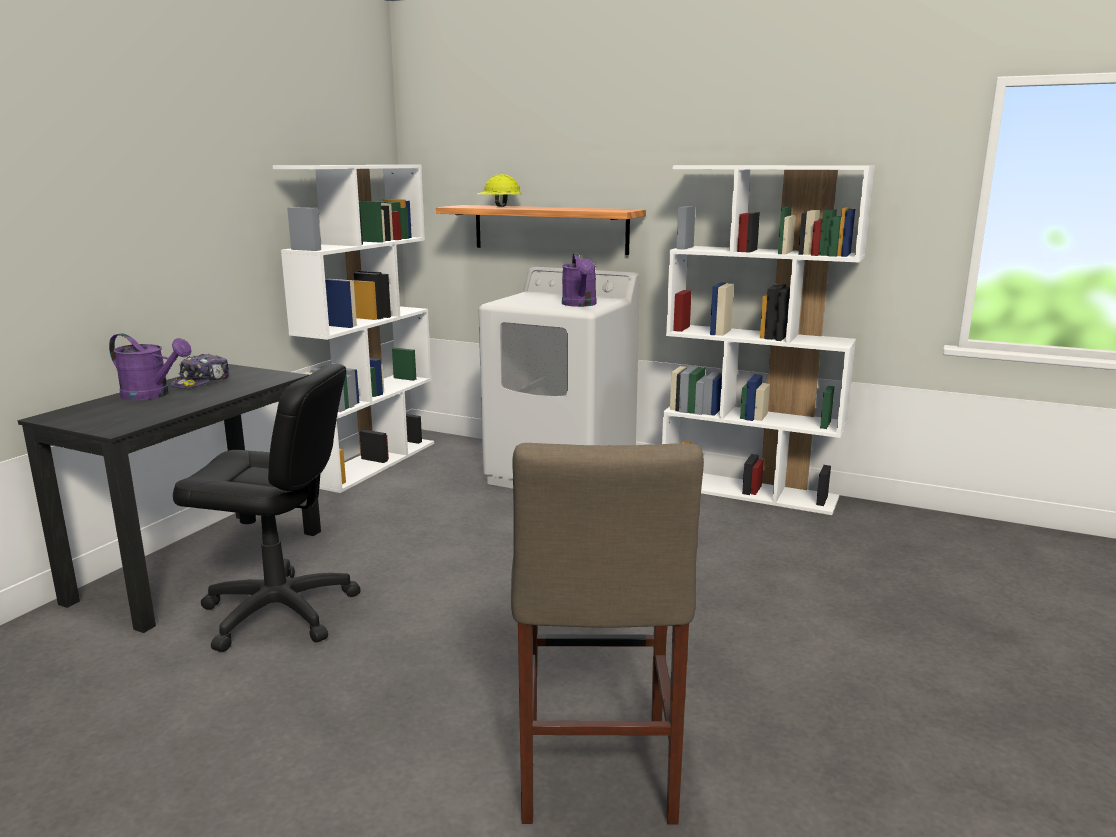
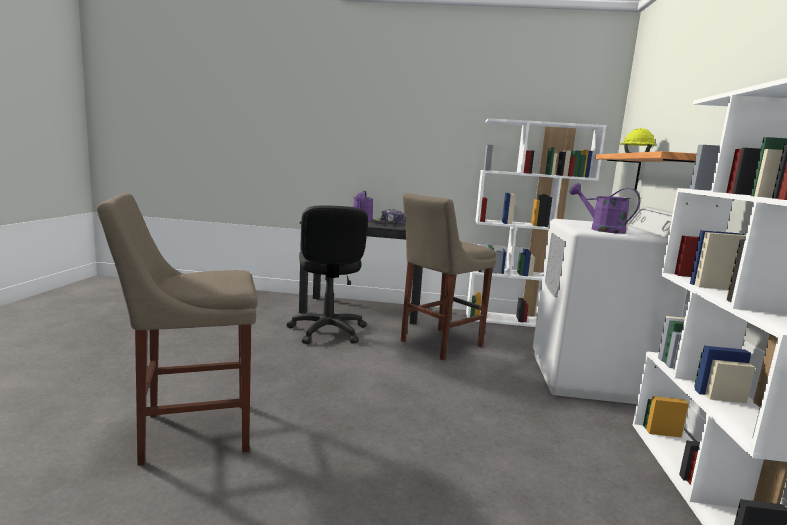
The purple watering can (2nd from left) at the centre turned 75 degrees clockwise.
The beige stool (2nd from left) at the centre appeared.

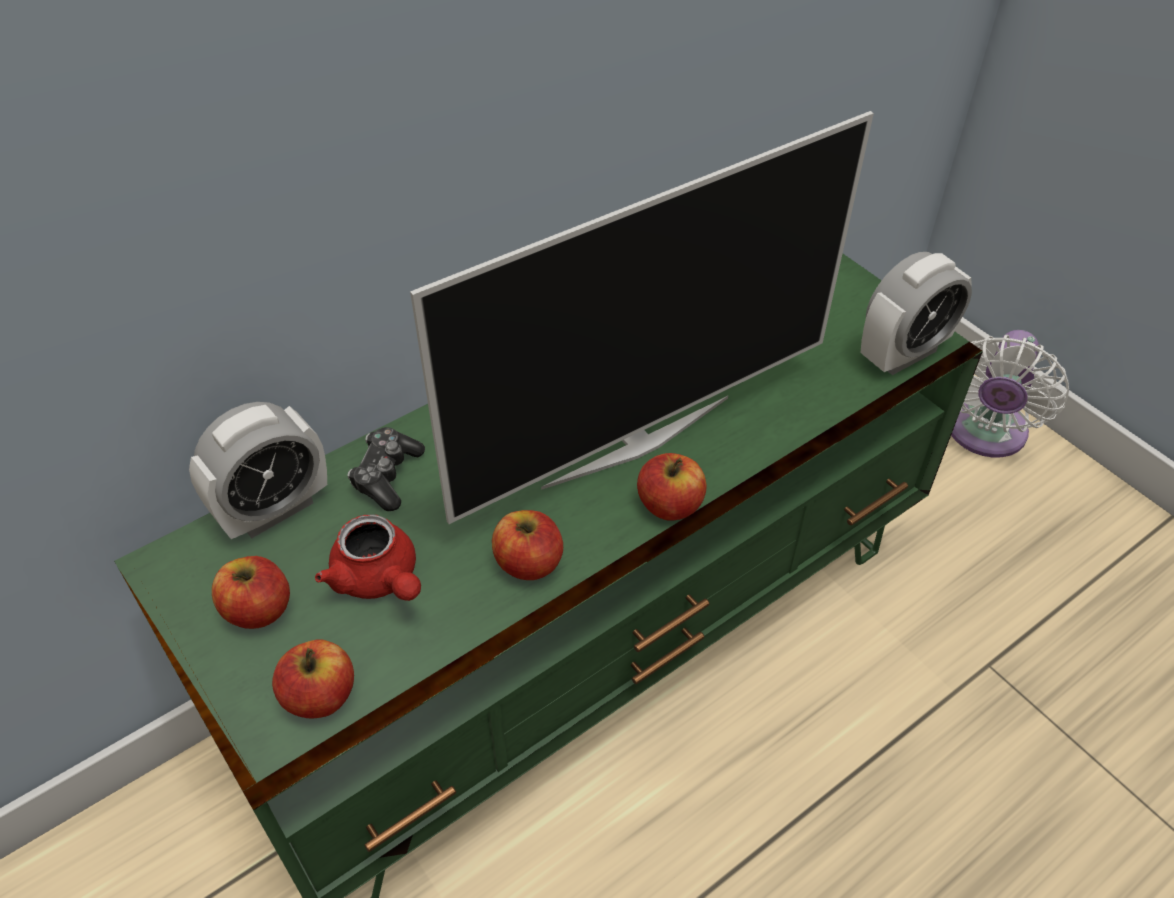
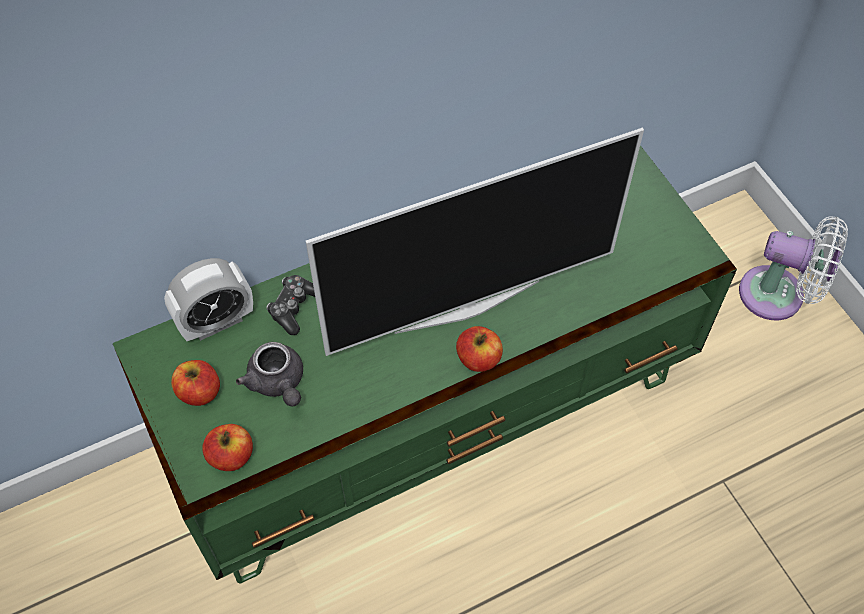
The alarm clock (2nd from left) at the middle right disappeared.
The white fan at the middle right turned 105 degrees counterclockwise.
The apple (3rd from left) at the centre disappeared.
The red teapot at the middle left became the grey teapot at the middle left.

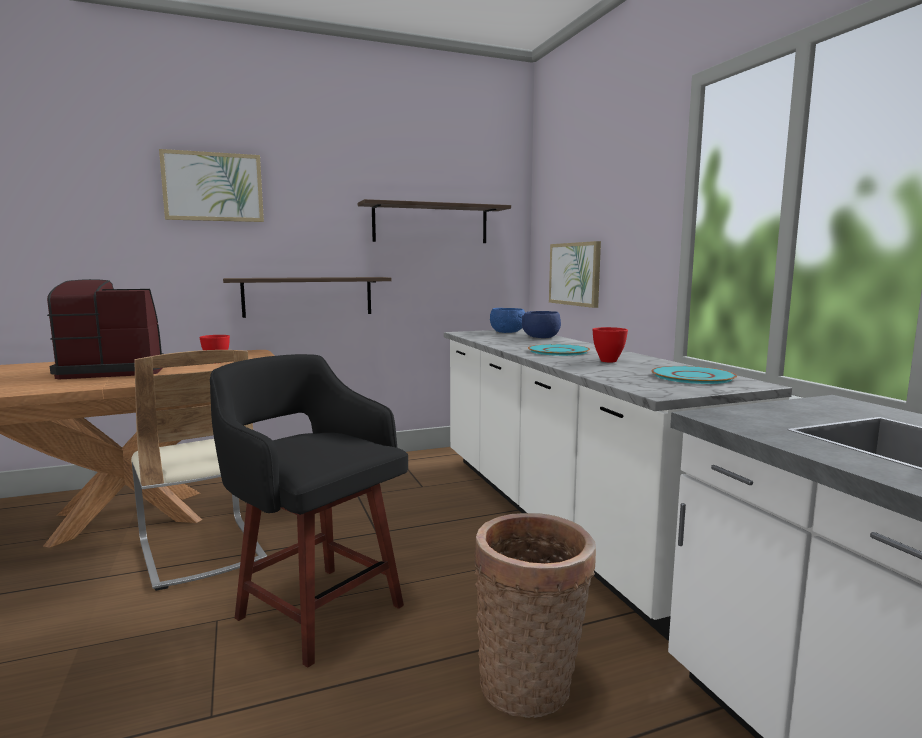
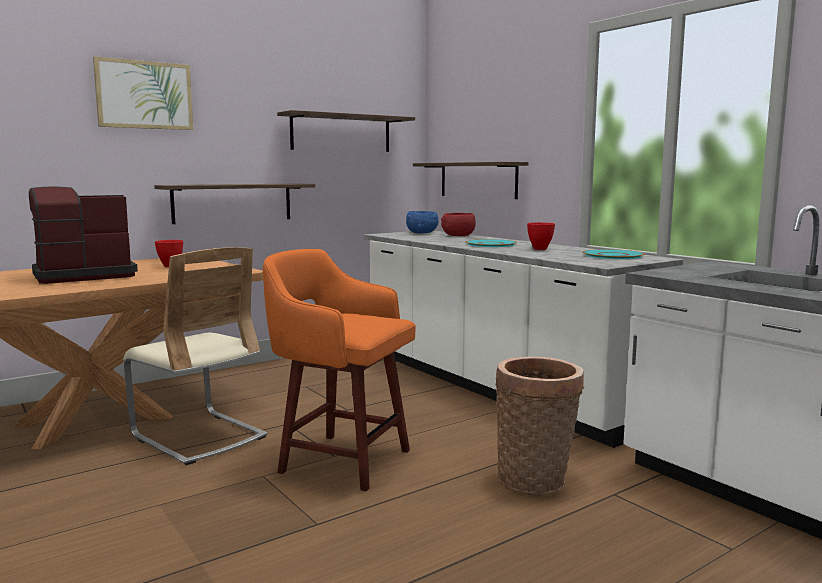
The picture (2nd from left) at the centre was replaced by the shelf (3rd from left) at the top centre.
The blue bowl (2nd from left) at the centre became the red bowl (2nd from left) at the centre.
The black stool at the bottom centre became the orange stool at the centre.

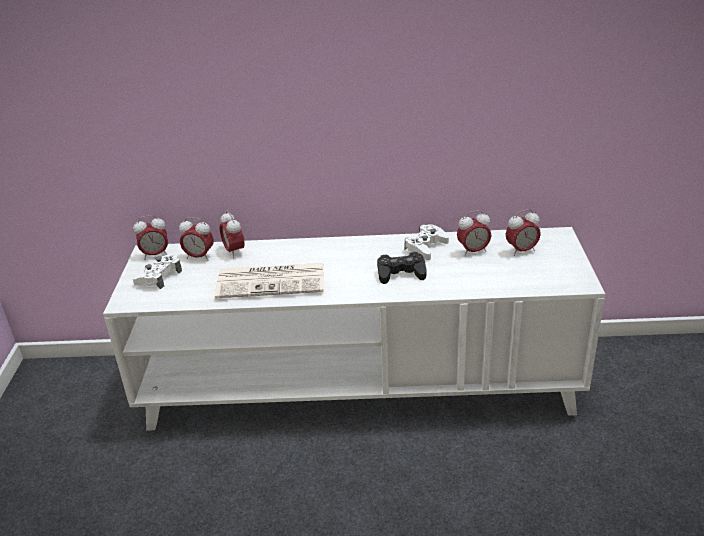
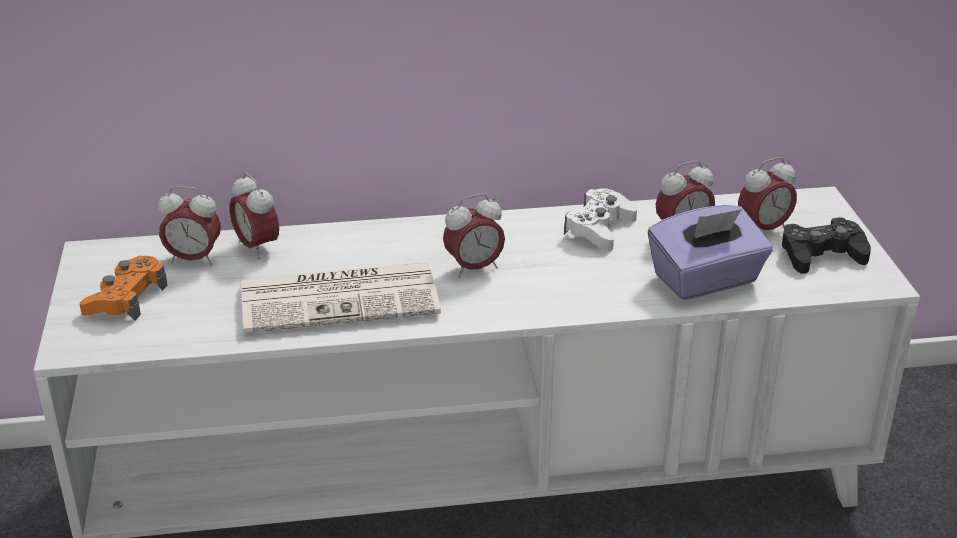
The alarm clock (1st from left in the first image) moved from the middle left to the centre.
The black game controller moved from the centre to the middle right.
The white game controller (1st from left) at the middle left became the orange game controller at the middle left.
The purple tissue box at the middle right appeared.

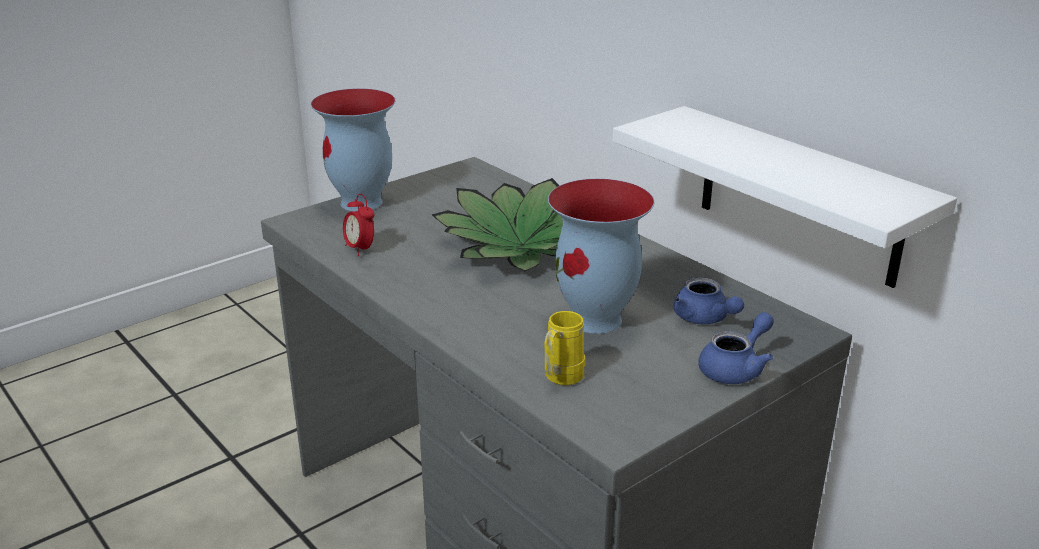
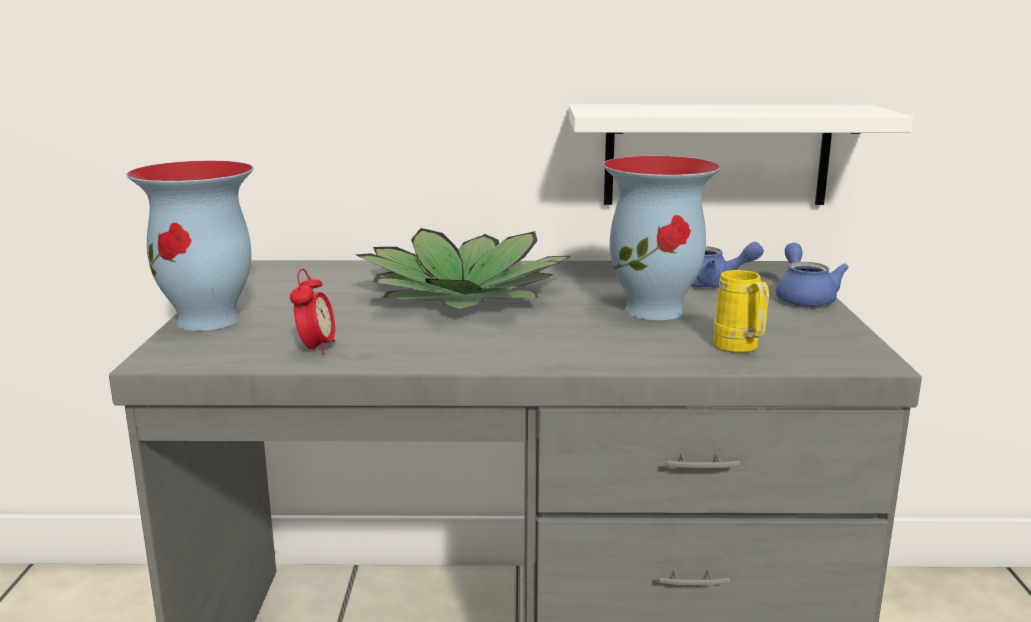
The alarm clock at the centre turned 90 degrees counterclockwise.

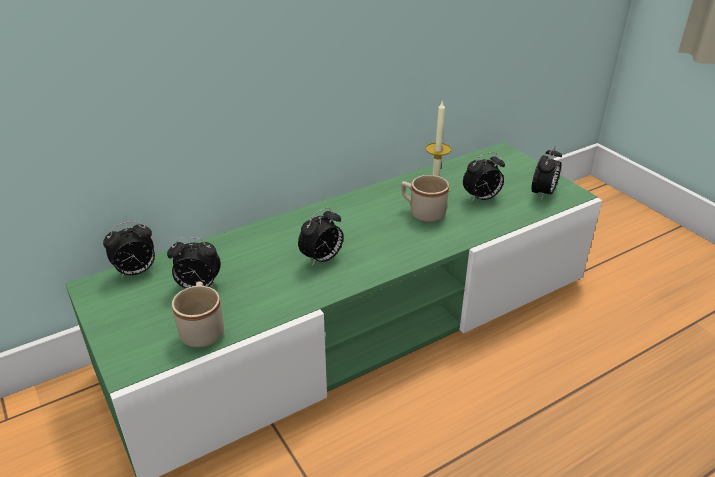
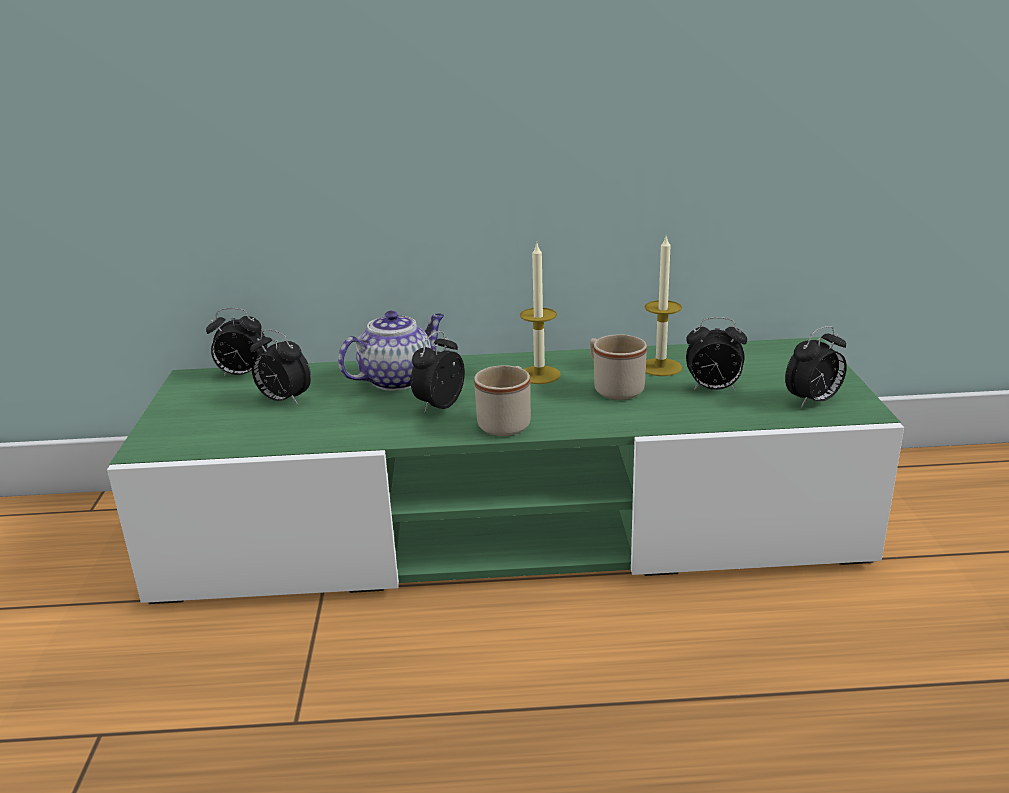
The alarm clock (3rd from left) at the centre turned 135 degrees clockwise.
The beige mug (1st from left) moved from the middle left to the centre.
The candle (1st from left) at the centre appeared.
The teapot at the centre appeared.

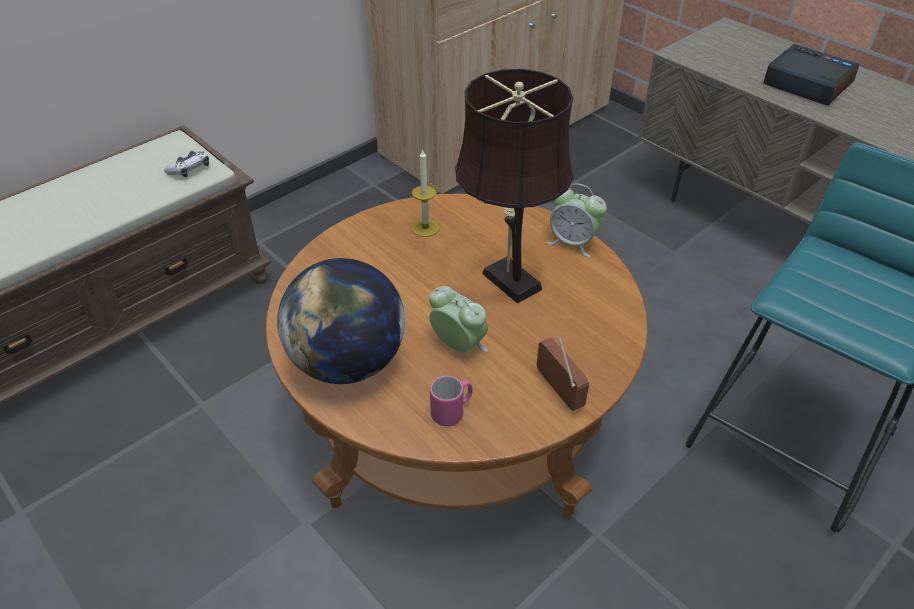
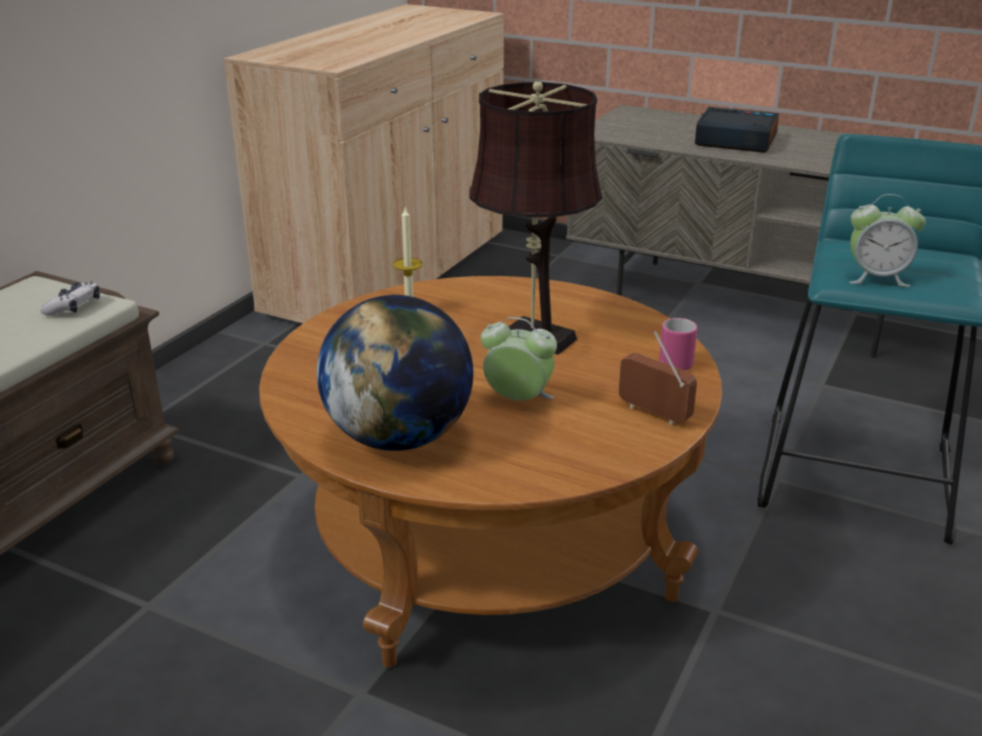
The alarm clock (2nd from left in the first image) moved from the centre to the top right.
The pink mug moved from the centre to the middle right.

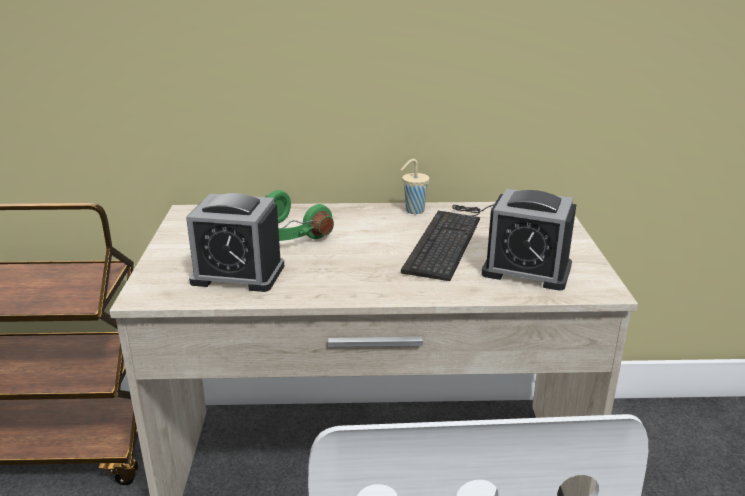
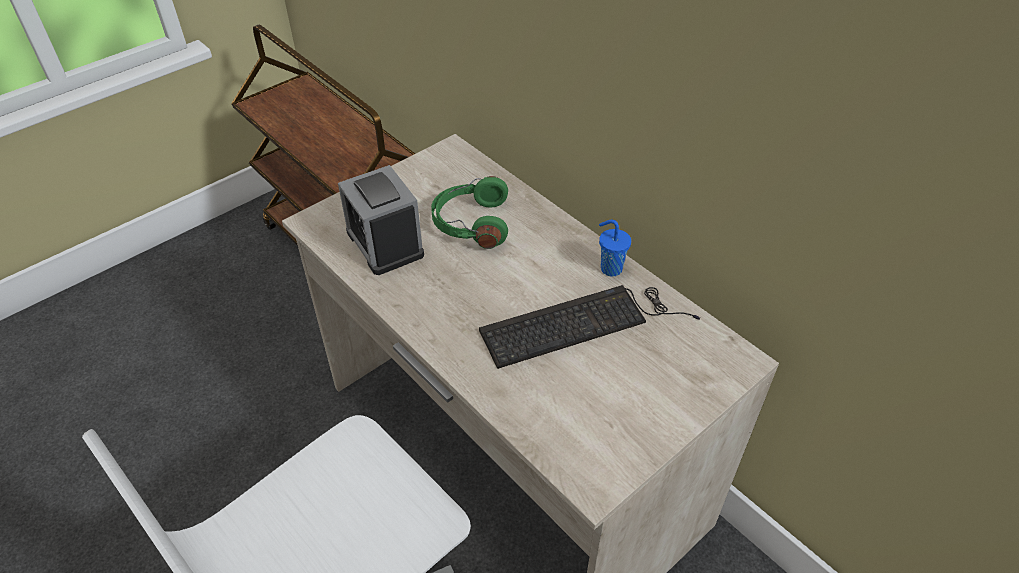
The beige cup at the centre became the blue cup at the centre.
The alarm clock (2nd from left) at the middle right disappeared.

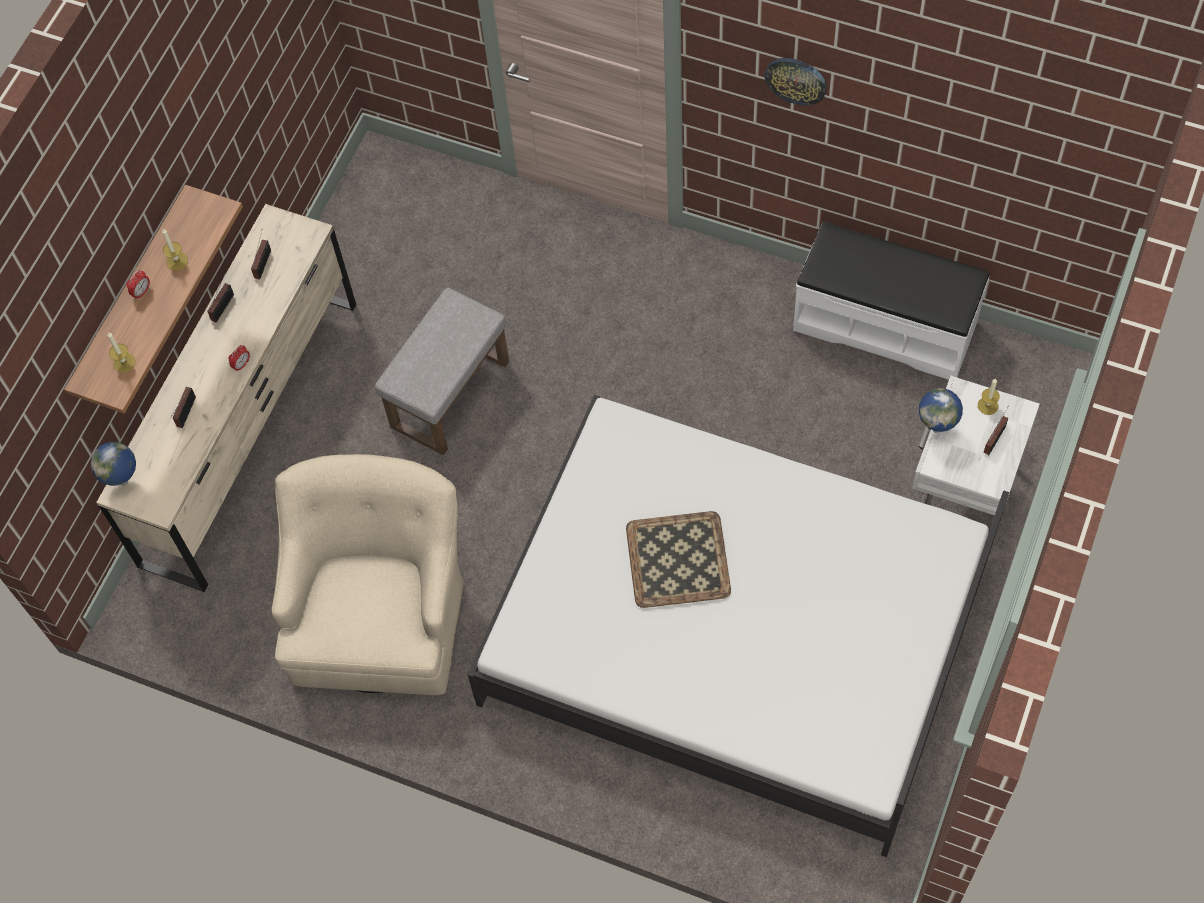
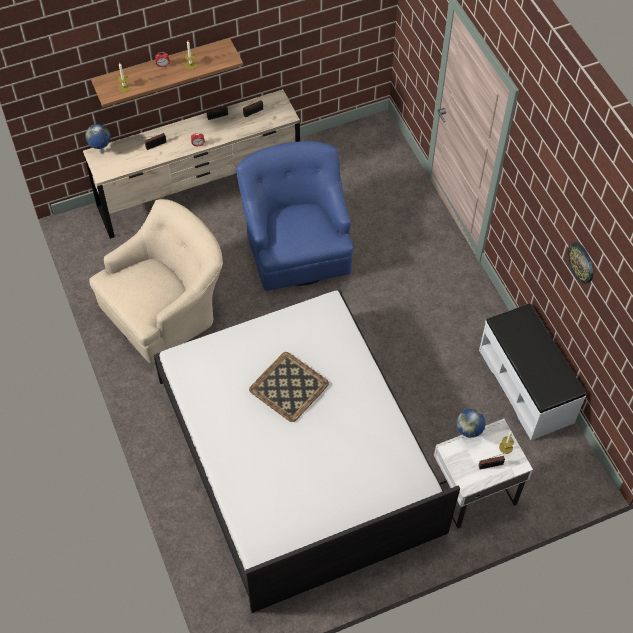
The wall clock moved from the top centre to the middle right.
The grey ottoman at the centre was replaced by the blue armchair at the centre.

